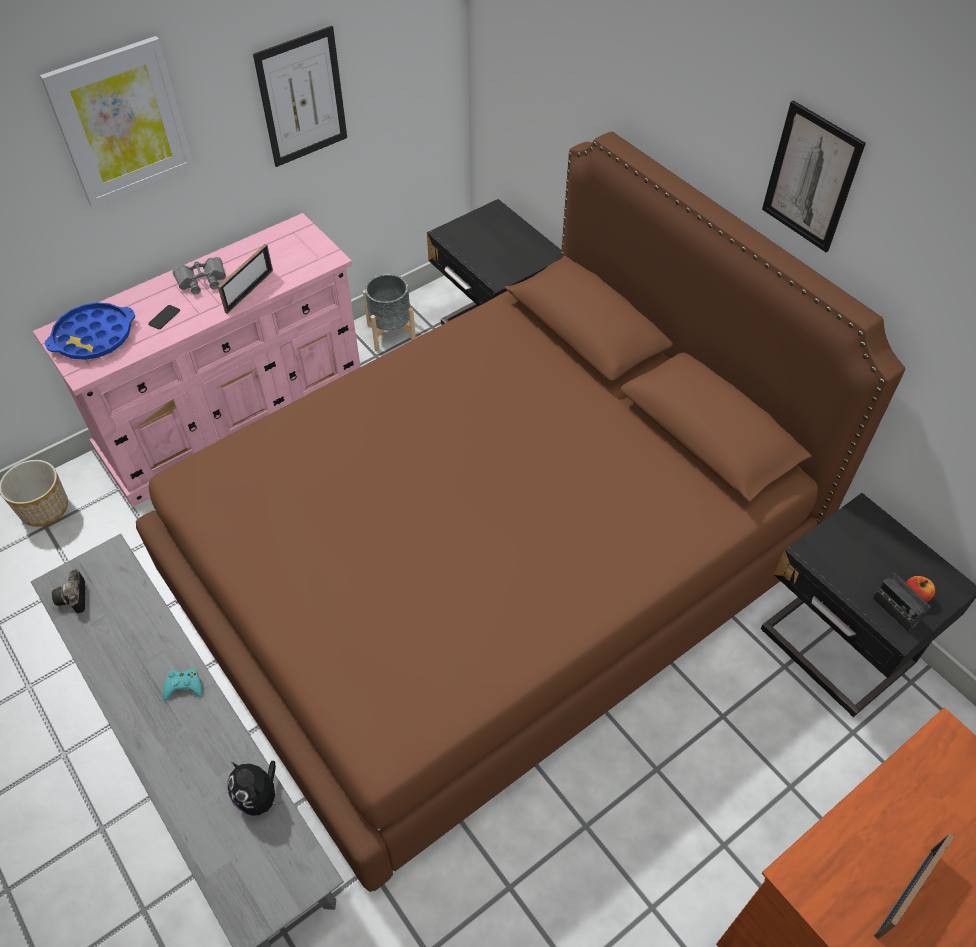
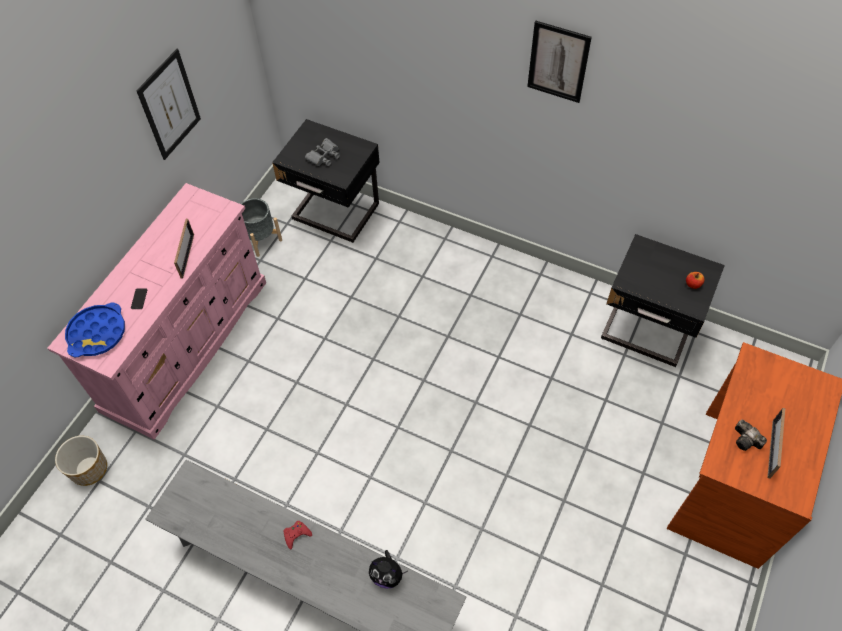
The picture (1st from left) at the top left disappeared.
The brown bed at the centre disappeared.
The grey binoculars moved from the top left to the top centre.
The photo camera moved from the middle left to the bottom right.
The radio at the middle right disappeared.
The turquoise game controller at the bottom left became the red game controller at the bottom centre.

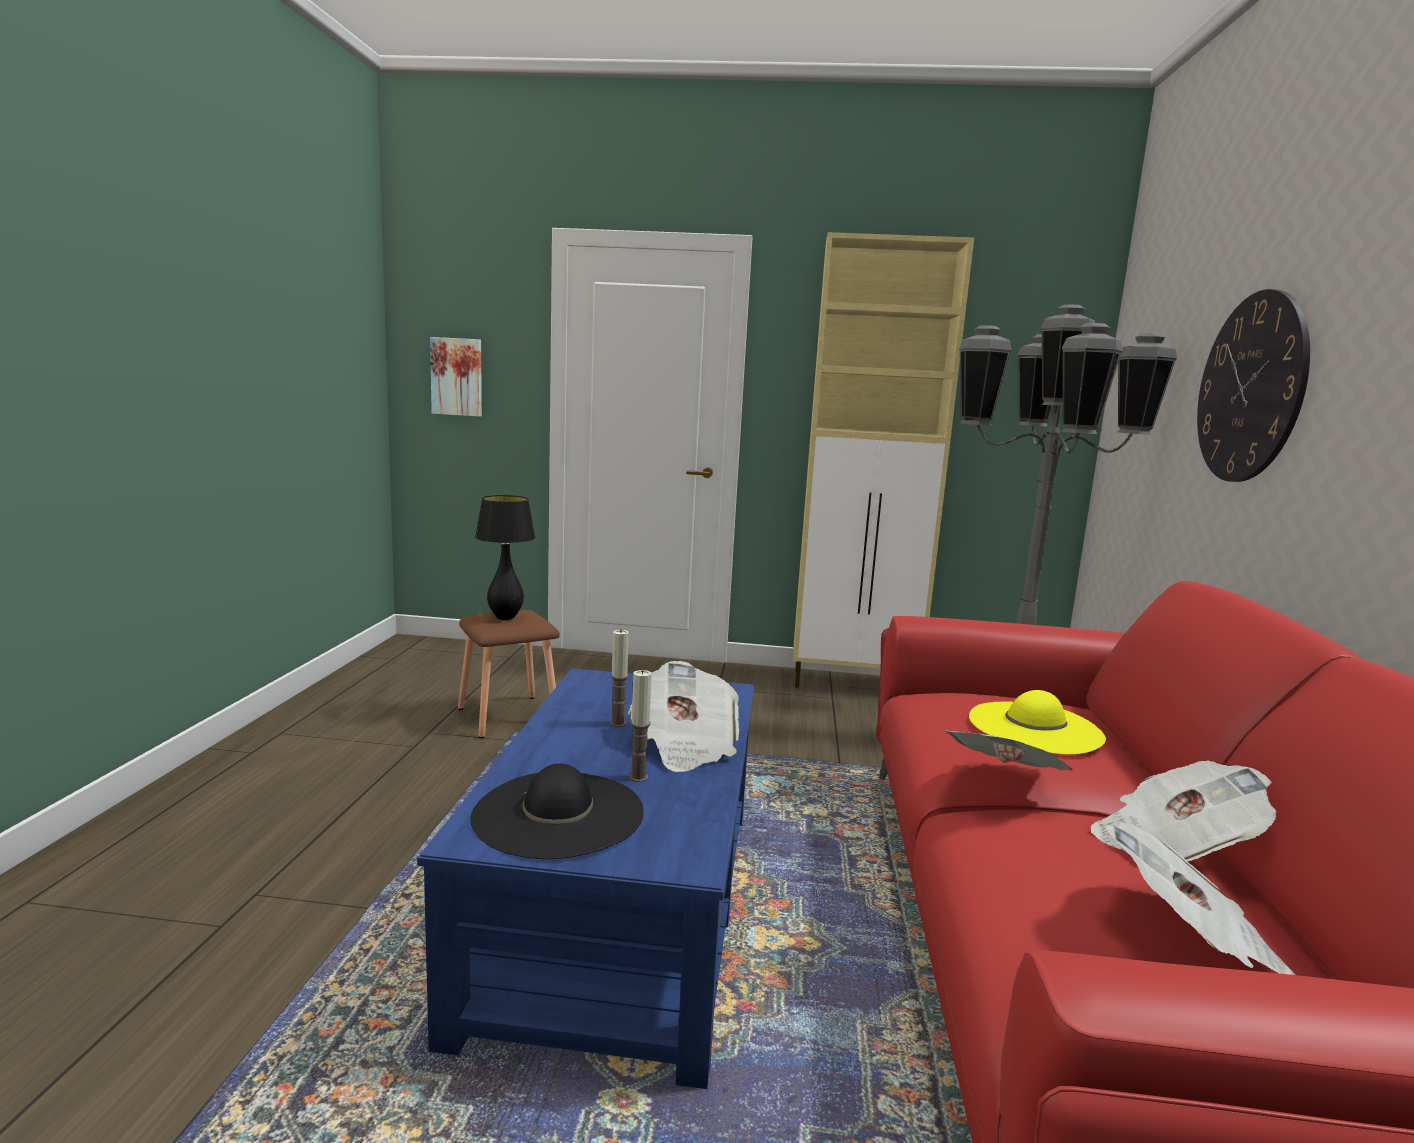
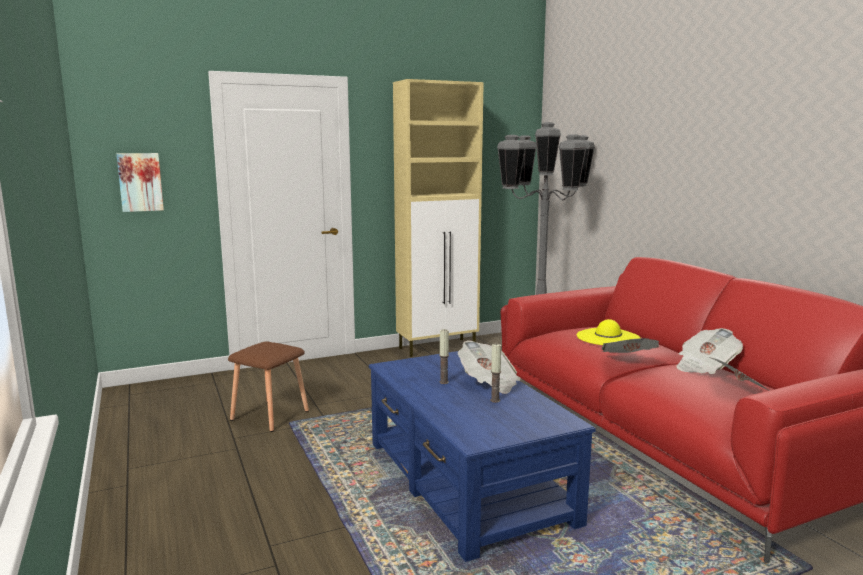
The wall clock at the middle right disappeared.
The black table lamp at the centre disappeared.
The black hat at the bottom centre disappeared.

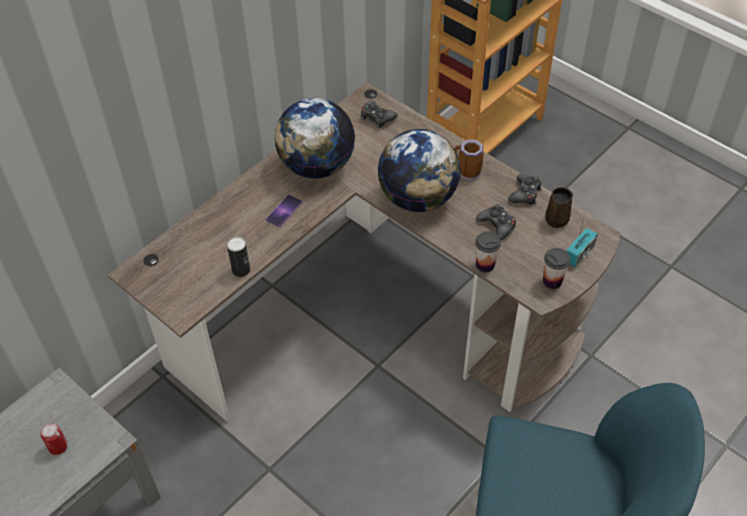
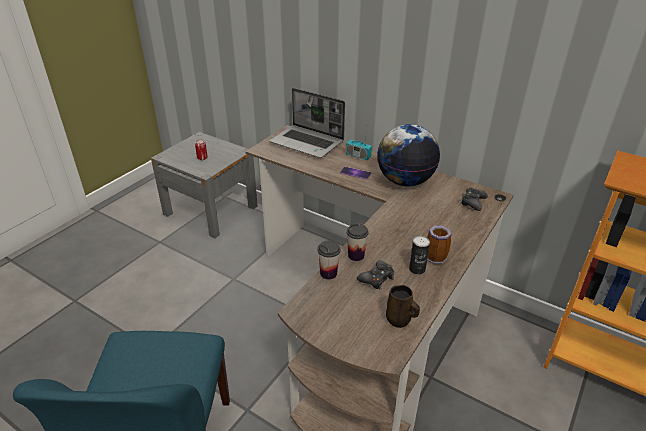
The globe (2nd from left) at the top centre disappeared.
The black game controller (3rd from left) at the middle right disappeared.
The radio moved from the middle right to the top centre.
The can (2nd from left) moved from the middle left to the centre.
The cup (2nd from left) moved from the middle right to the centre.
The laptop at the top centre appeared.

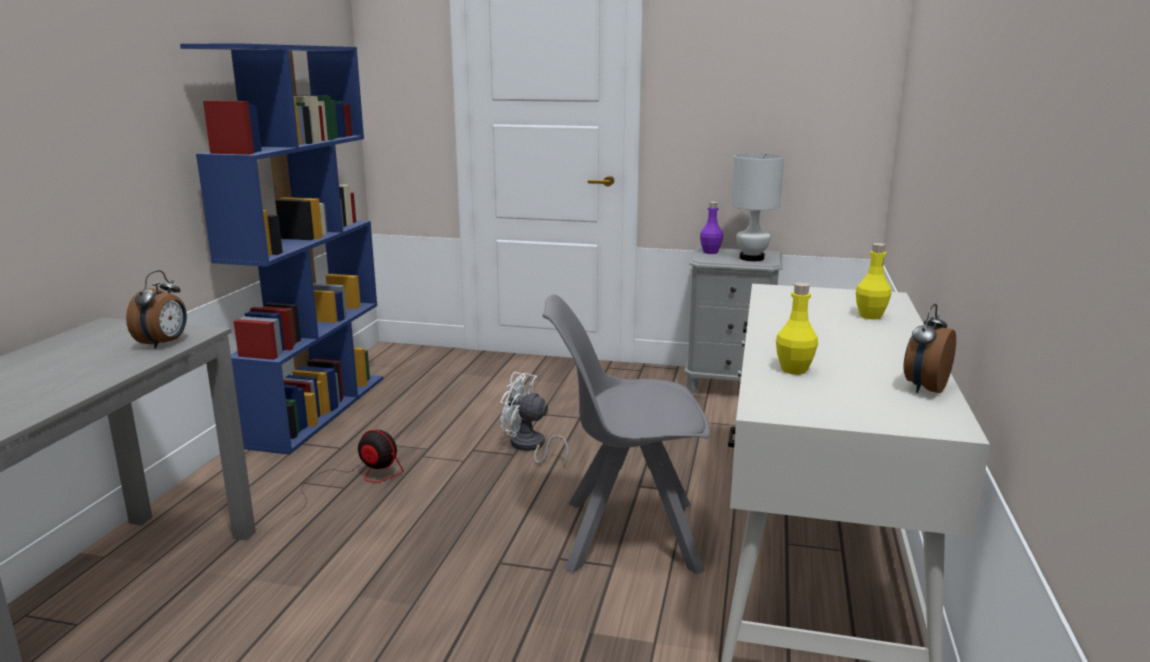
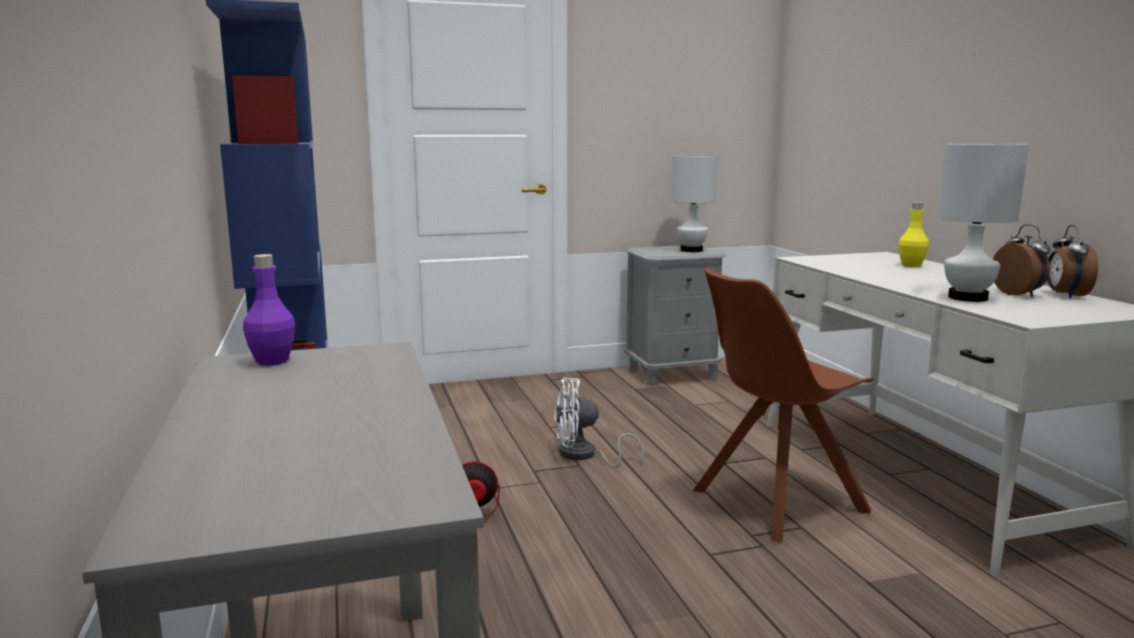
The purple bottle moved from the centre to the middle left.
The alarm clock (1st from left) moved from the middle left to the middle right.
The yellow bottle (1st from left) at the middle right was replaced by the white table lamp (2nd from left) at the middle right.
The grey chair at the centre became the brown chair at the middle right.

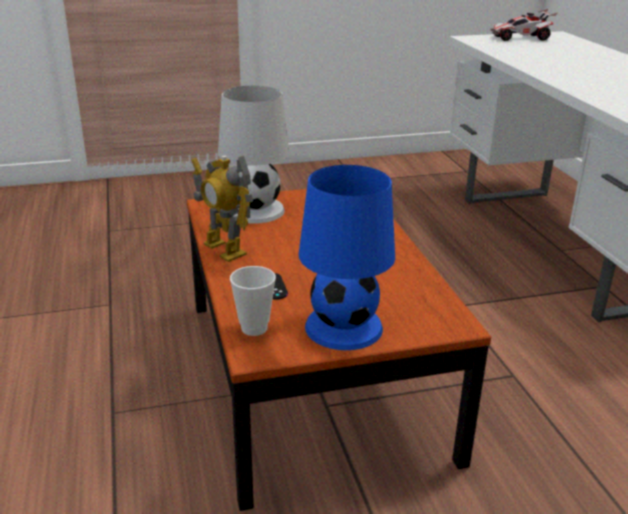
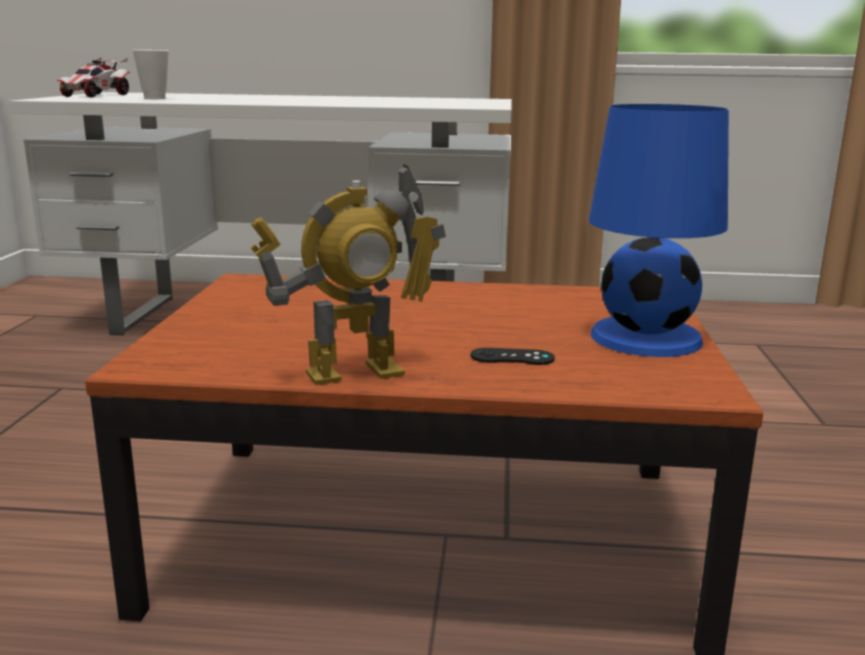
The white table lamp at the top centre disappeared.
The cup moved from the centre to the top left.

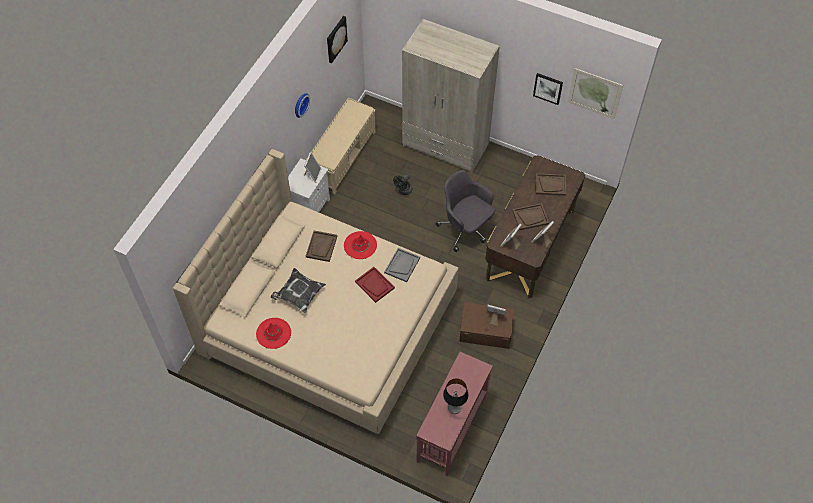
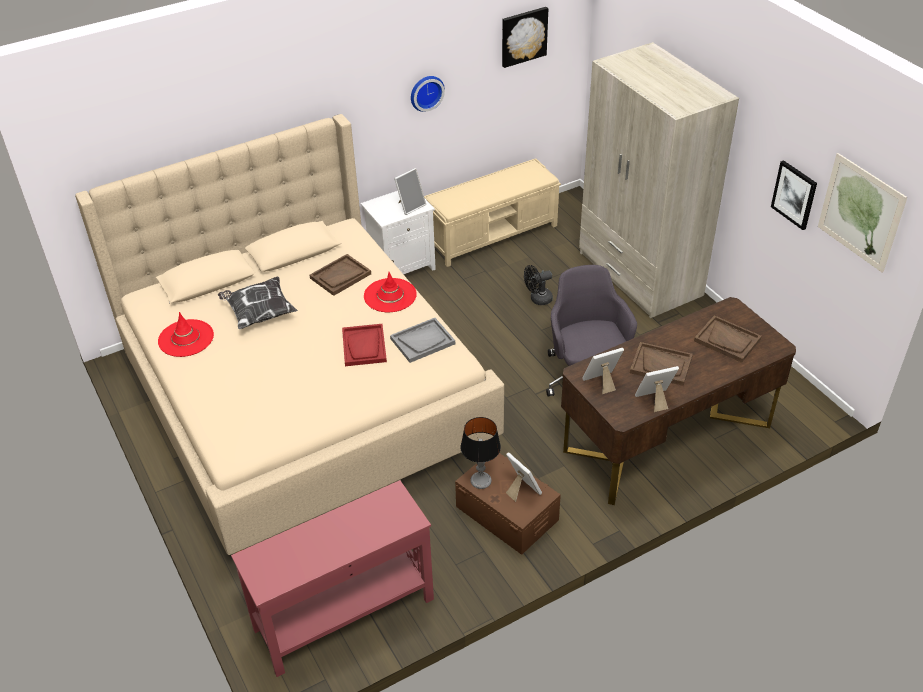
The table lamp moved from the bottom centre to the centre.

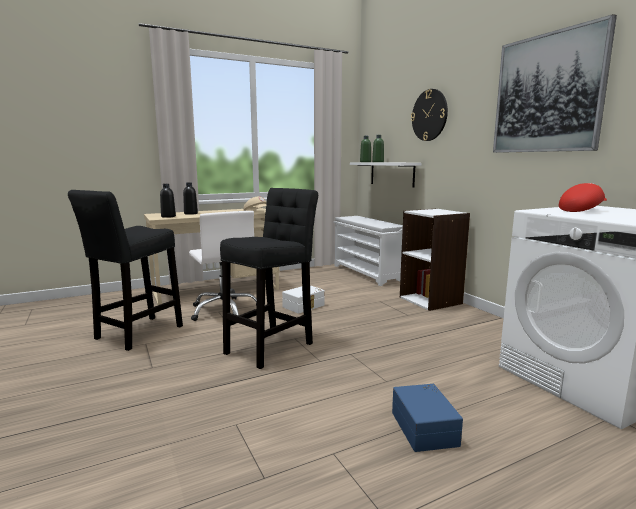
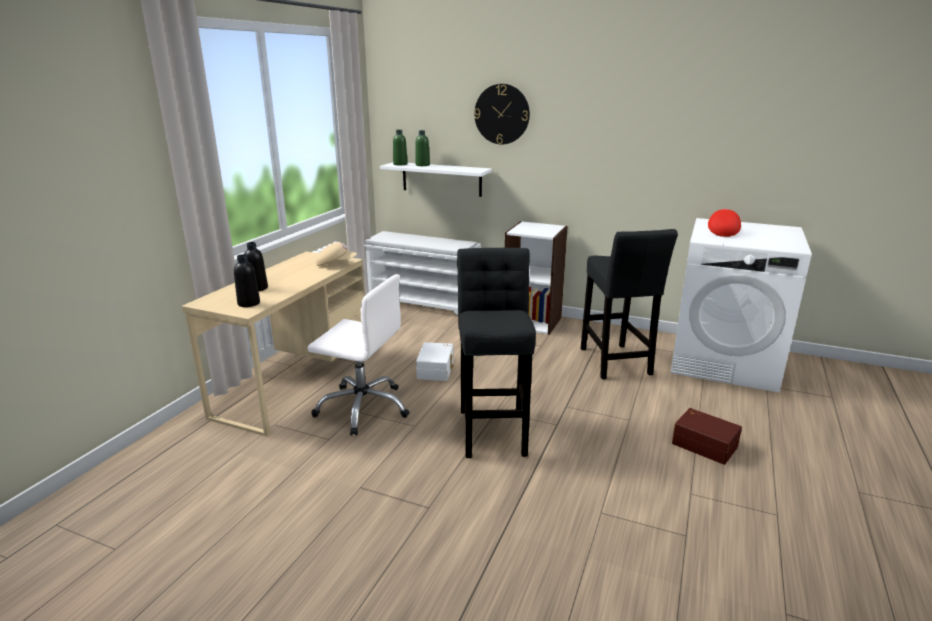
The picture at the top right disappeared.
The black stool (1st from left in the first image) moved from the middle left to the middle right.
The blue storage box at the bottom right became the brown storage box at the bottom right.

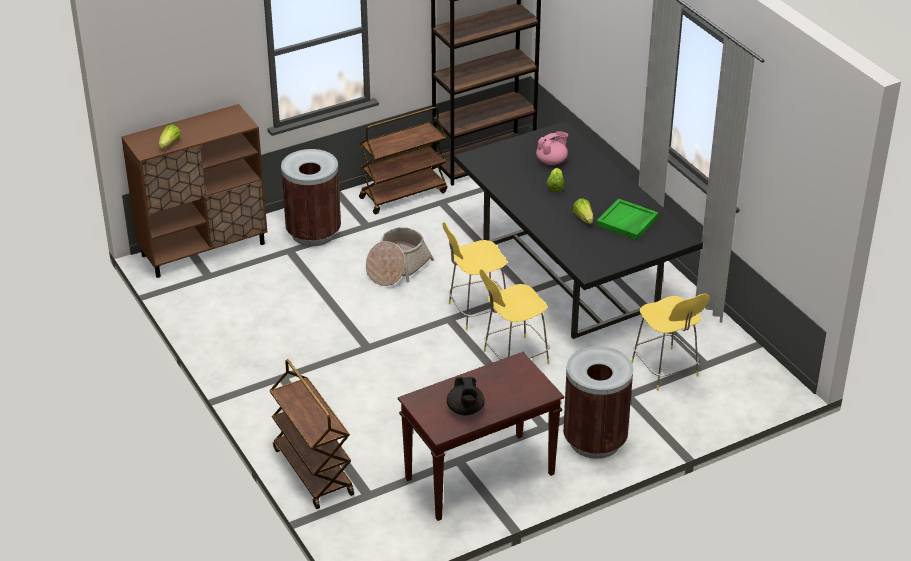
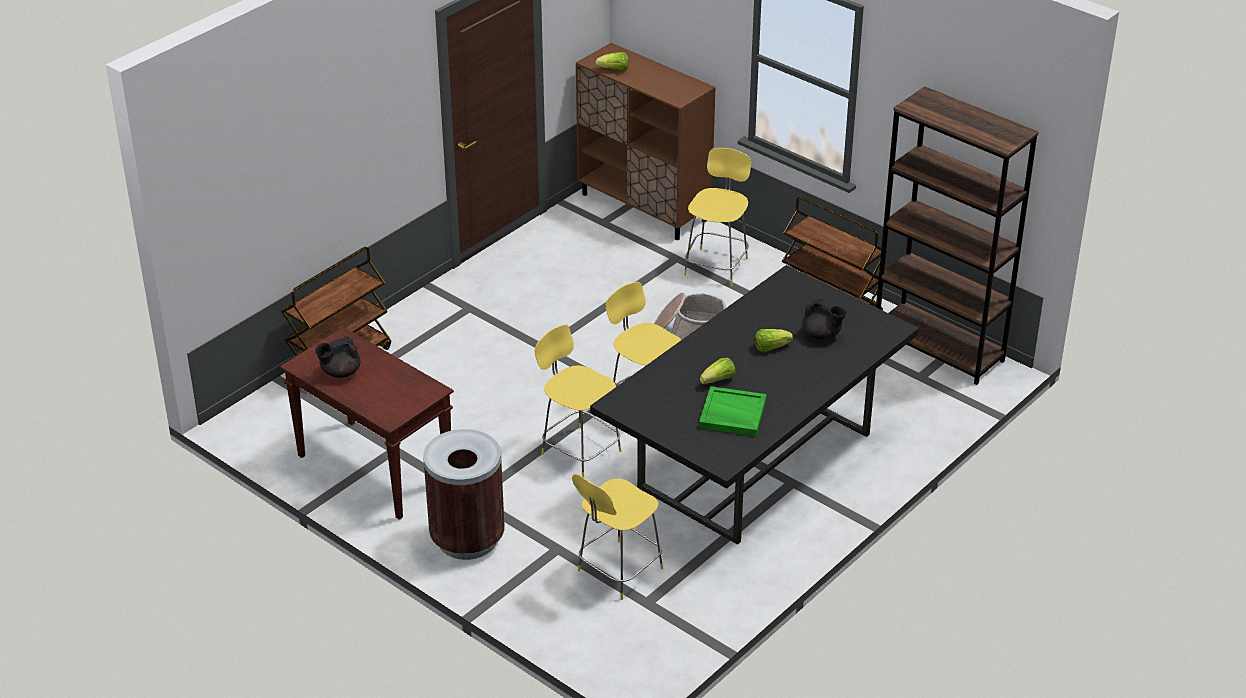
The pink teapot at the top centre became the black teapot (2nd from left) at the centre.
The brown trash can (1st from left) at the centre was replaced by the yellow stool (4th from left) at the top centre.

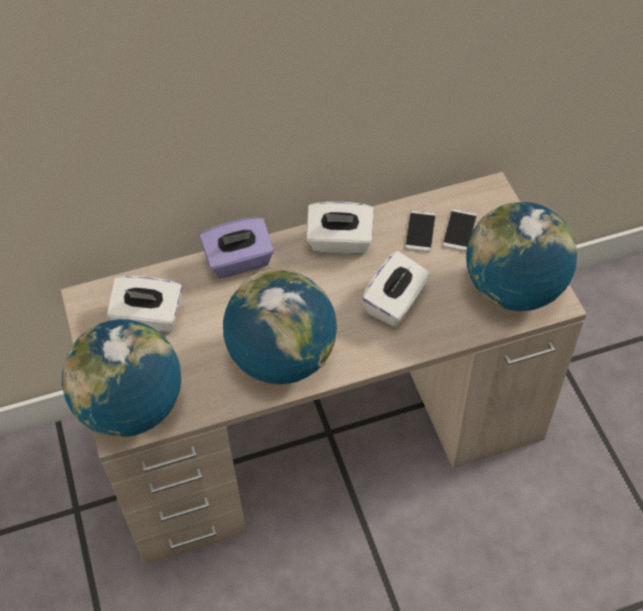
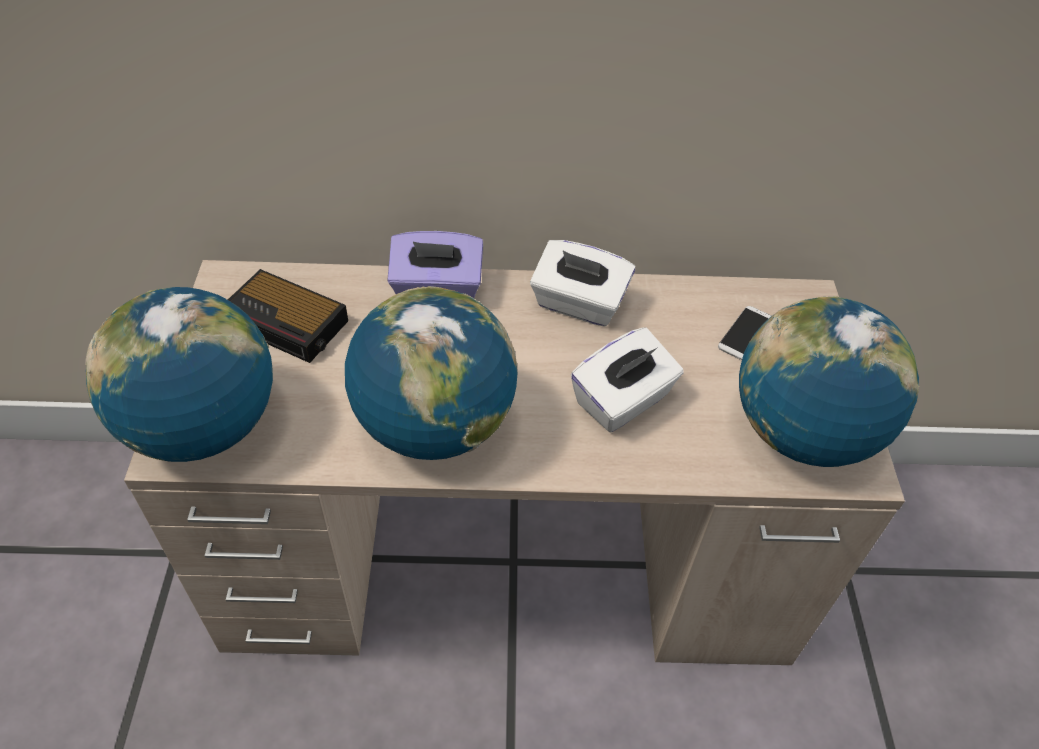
The phone (1st from left) at the centre disappeared.
The white tissue box (1st from left) at the middle left was replaced by the alarm clock at the middle left.

